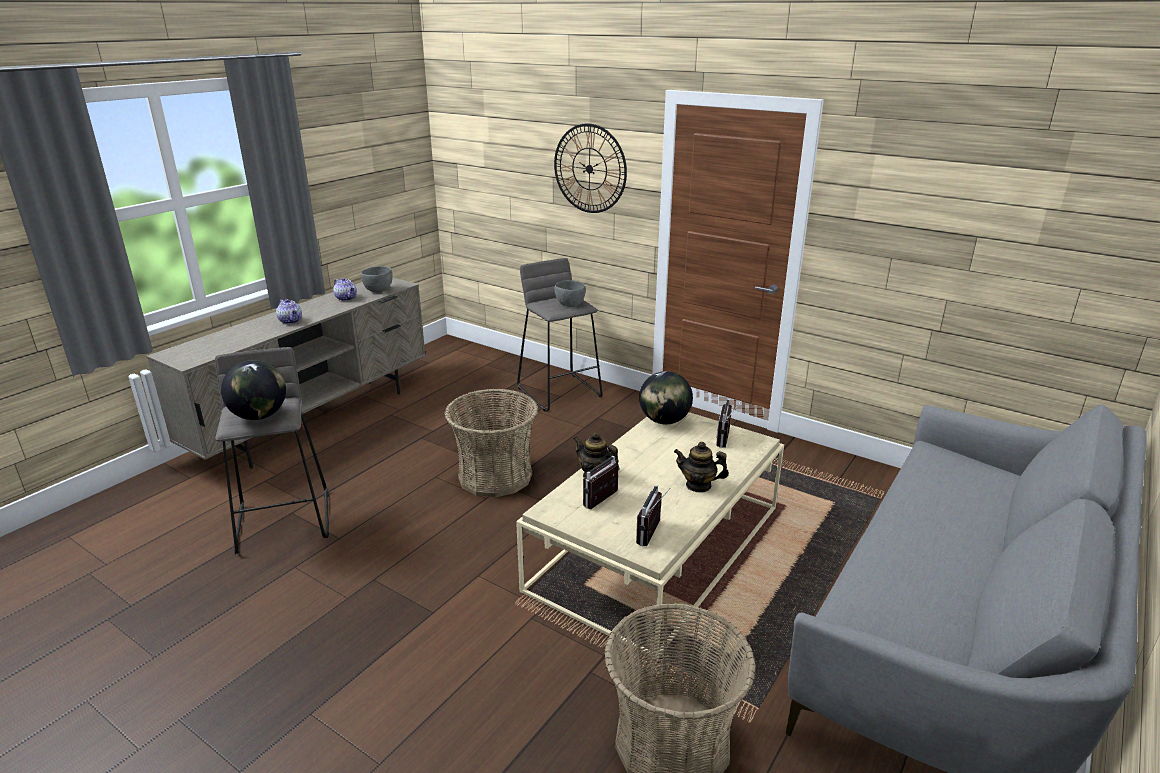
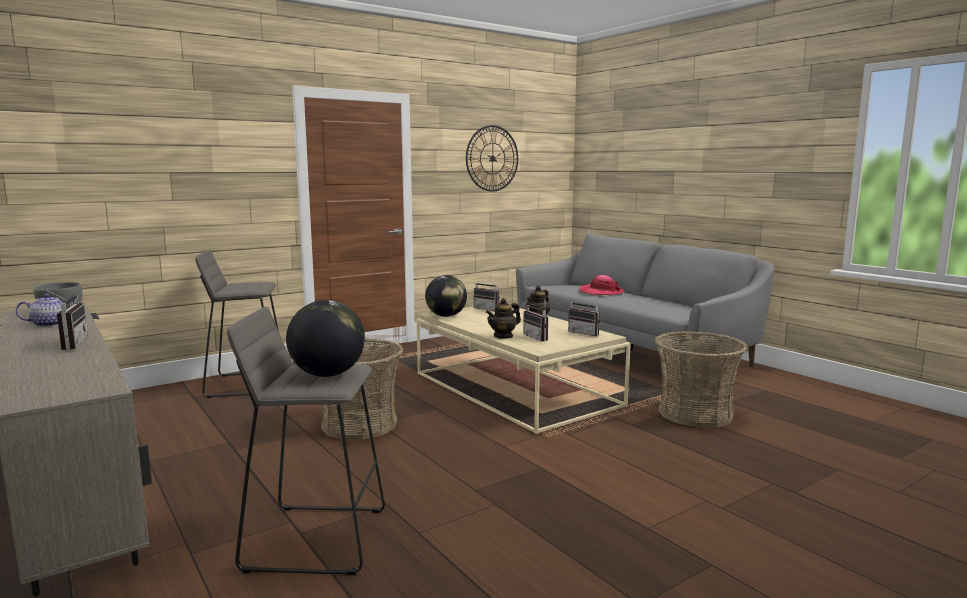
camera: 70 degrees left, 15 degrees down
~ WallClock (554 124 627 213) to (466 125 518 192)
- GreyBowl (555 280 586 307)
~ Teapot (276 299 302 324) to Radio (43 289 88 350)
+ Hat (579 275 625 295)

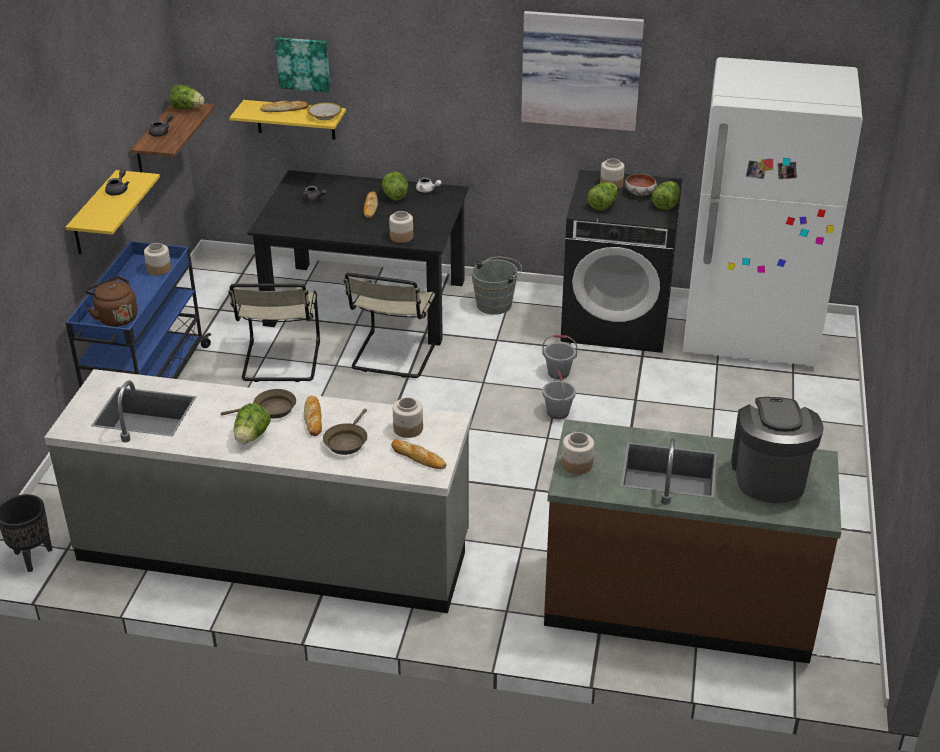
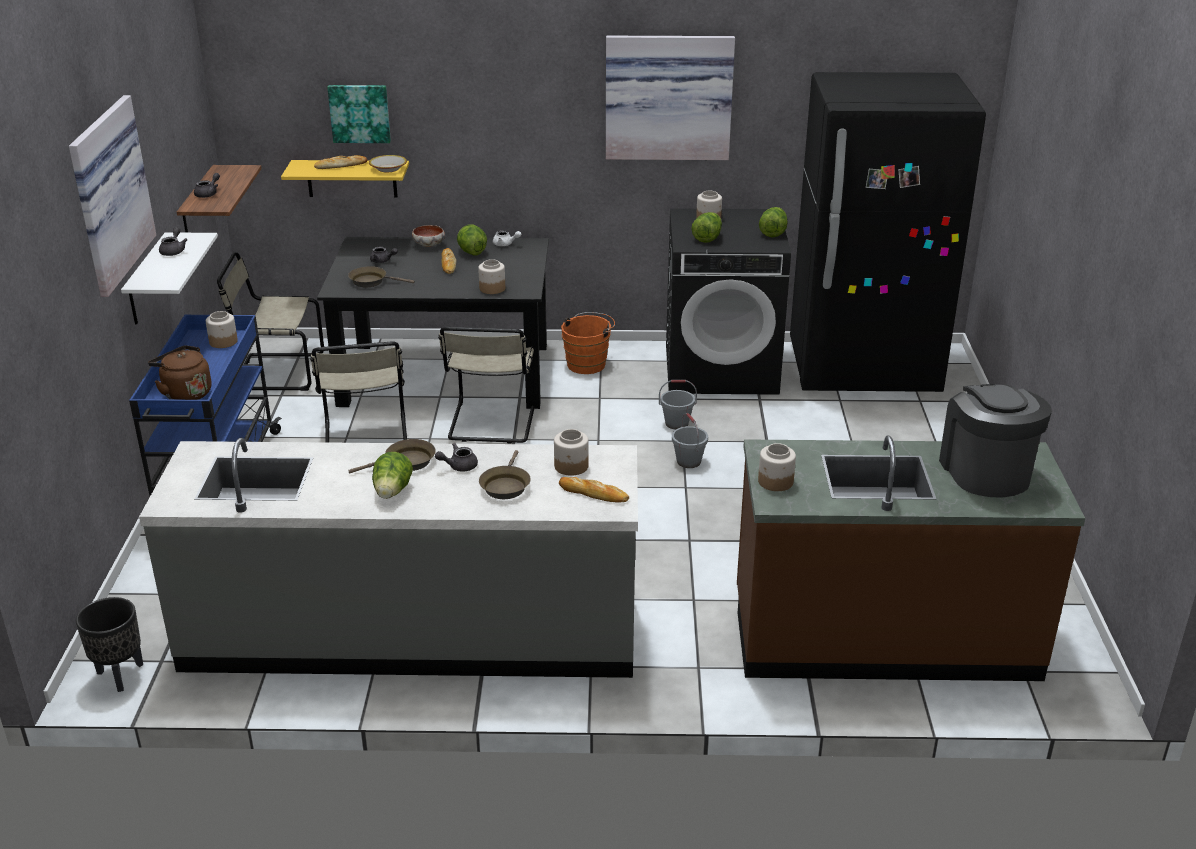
camera: 10 degrees left, 5 degrees down
~ WhiteFridge (683 57 863 366) to BlackFridge (790 72 986 392)
- Lettuce (169 84 204 110)
~ YellowShelf (66 170 160 254) to WhiteShelf (121 232 218 324)
~ Bowl (625 174 657 196) to (412 225 445 247)
~ GreyBucket (472 257 522 315) to OrangeBucket (561 312 615 374)
~ Bread (304 396 322 436) to GreyTeapot (435 443 478 472)
+ Picture (69 95 156 297)
+ BeigeChair (217 252 324 391)
+ BrownFryingPan (348 266 415 287)

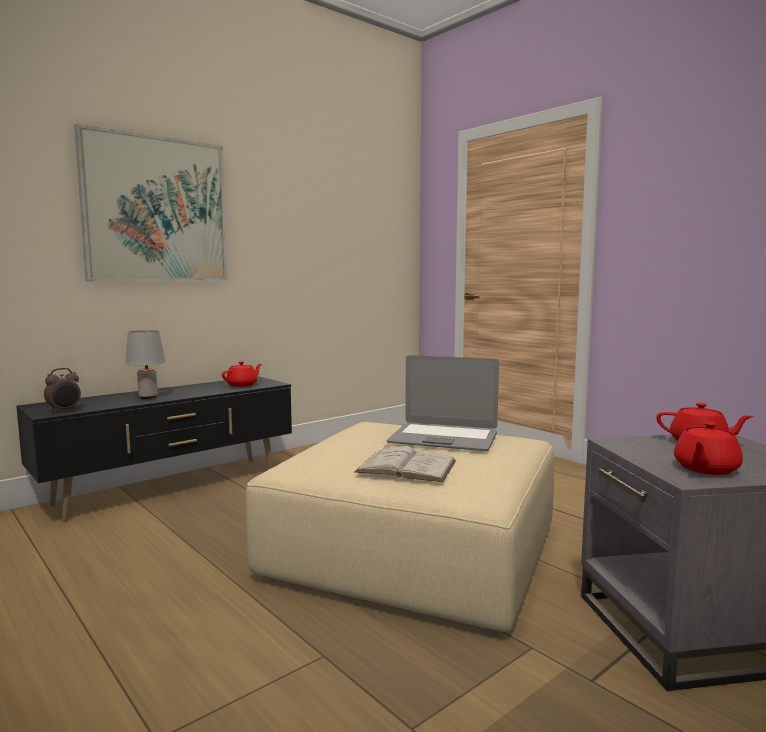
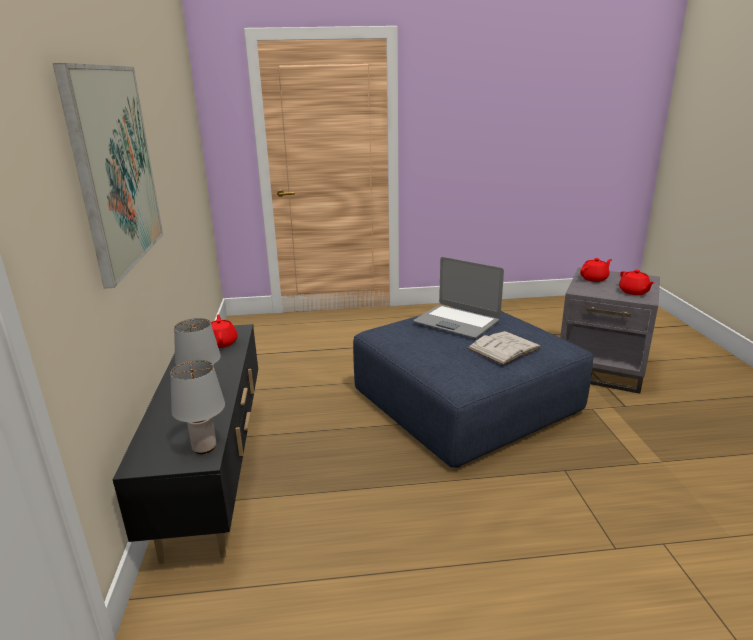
camera: 55 degrees left, 15 degrees up
~ Laptop (387 355 499 451) = (413 257 504 338) 75 degrees clockwise
~ AlarmClock (44 368 81 413) to GreyTableLamp (170 360 225 454)
~ BeigeOttoman (246 422 554 634) to BlueOttoman (353 307 593 468)

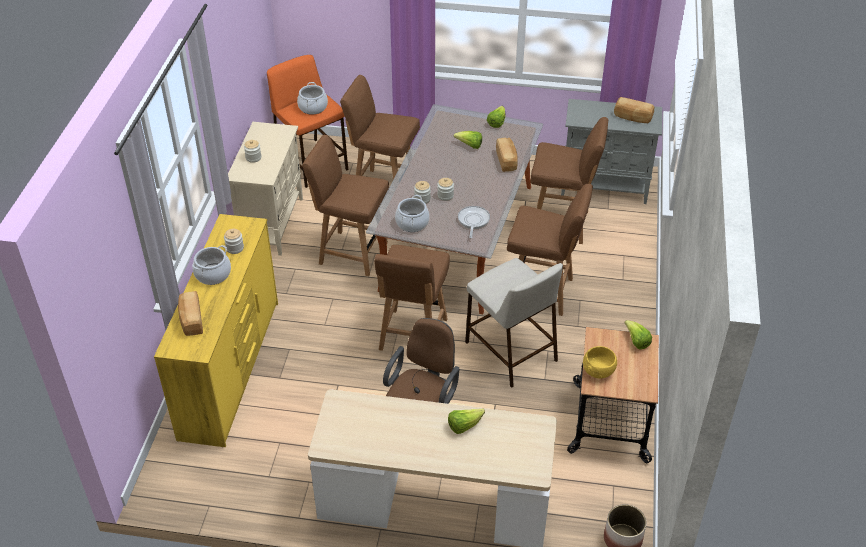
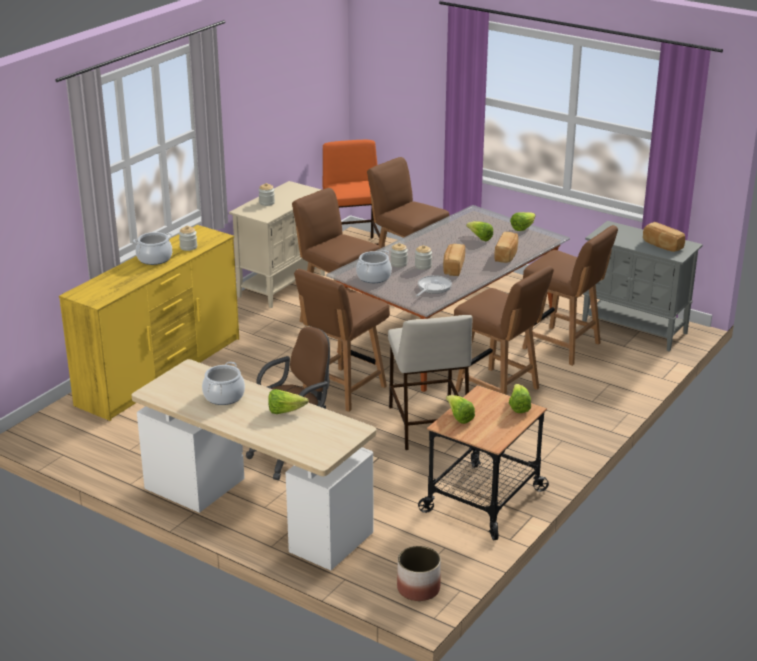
camera: 25 degrees right, 15 degrees down
~ CookingPot (297 82 328 115) to (202 362 245 405)
~ Bread (178 291 203 336) to (443 244 465 276)
~ YellowBowl (583 346 617 379) to Lettuce (446 395 475 424)

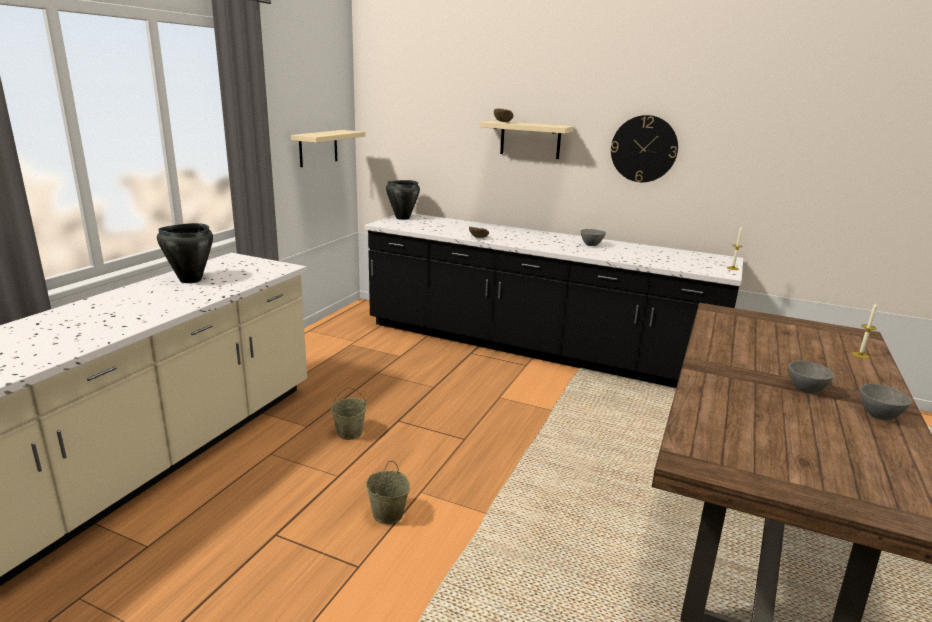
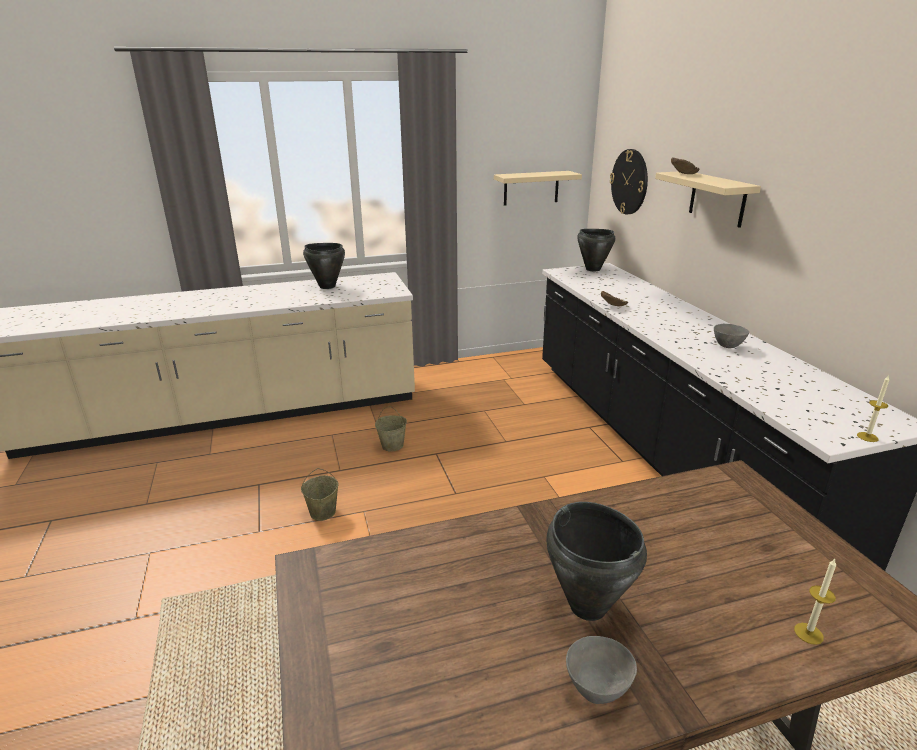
camera: 50 degrees right, 5 degrees up
~ WallClock (611 115 678 182) to (610 149 648 214)
~ GreyBowl (789 361 834 394) to BlackCookingPot (546 502 647 621)

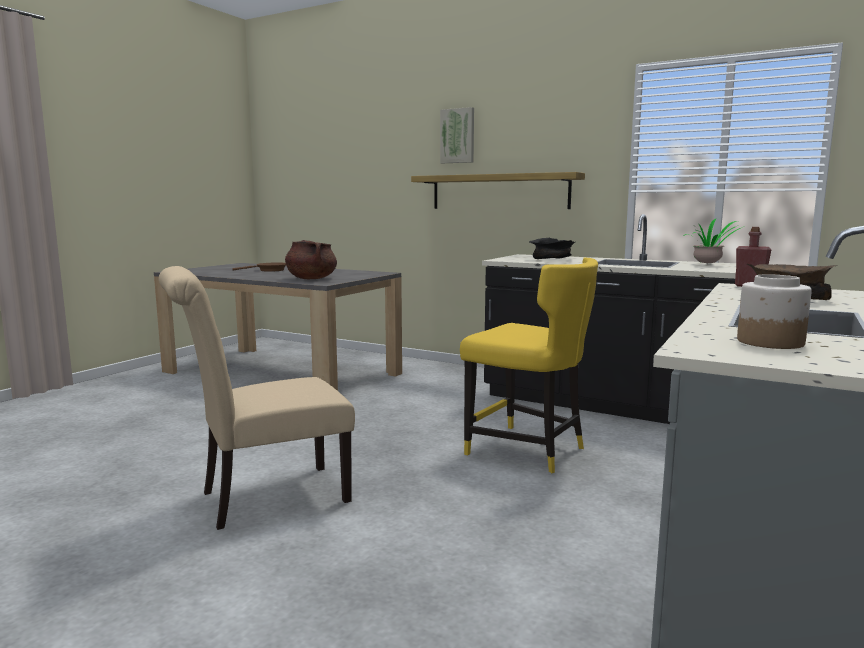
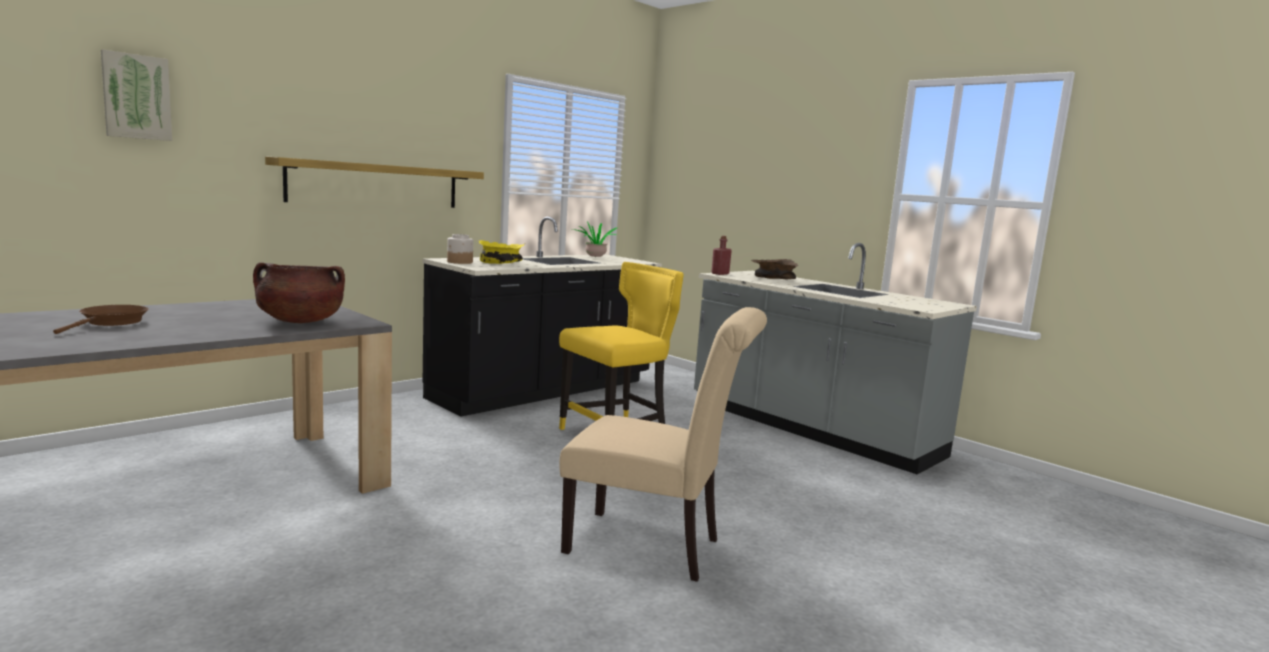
camera: 75 degrees left, 0 degrees up
~ Picture (440 107 474 163) to (101 49 172 141)
~ BlackBowl (529 238 575 259) to YellowBowl (479 240 524 264)
~ BeigeChair (159 266 355 530) = (559 307 767 582) 60 degrees counterclockwise
~ Jar (737 274 812 349) to (447 234 473 264)

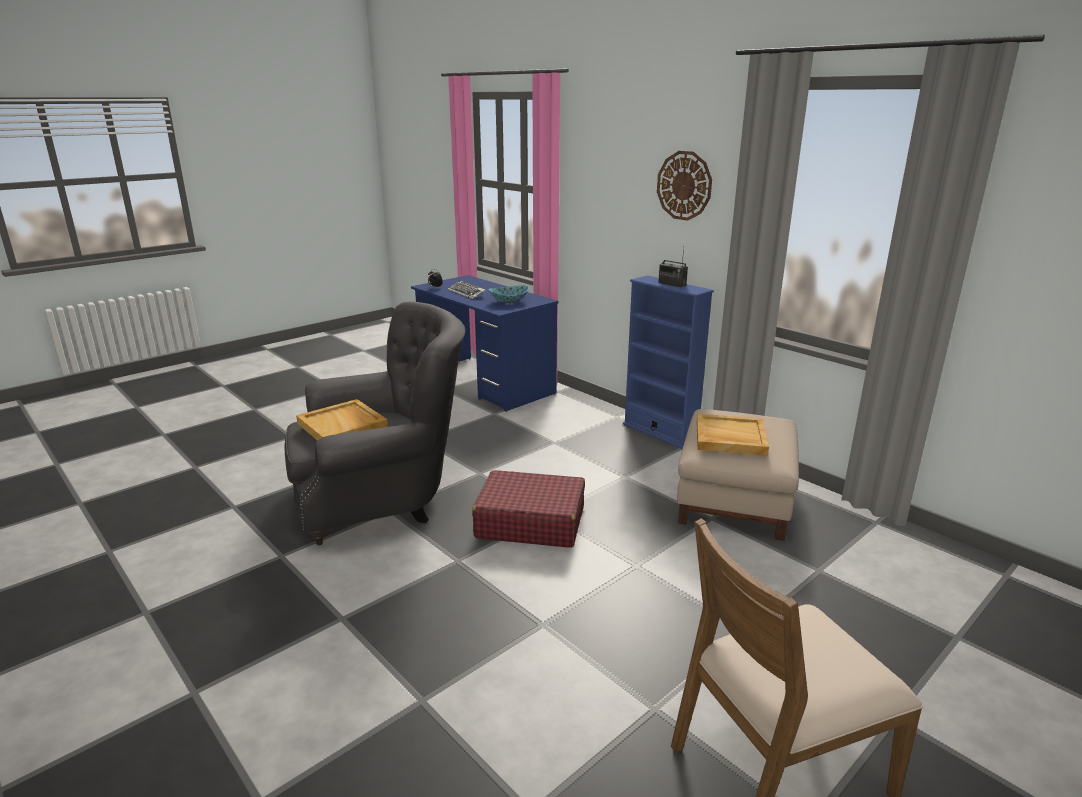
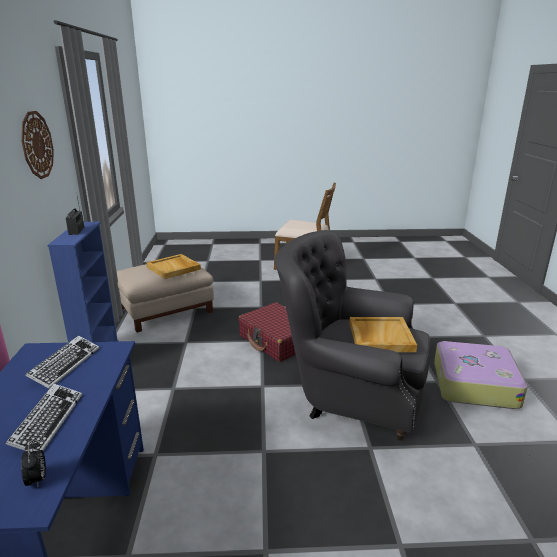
camera: 140 degrees left, 0 degrees up
~ Bowl (489 285 529 303) to Keyboard (25 335 99 389)
+ Suitcase (434 341 528 409)

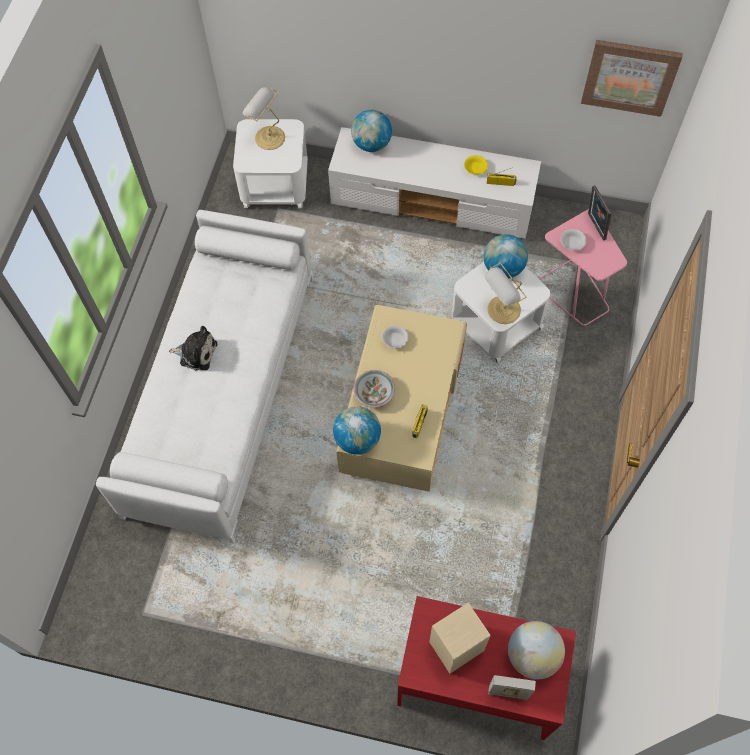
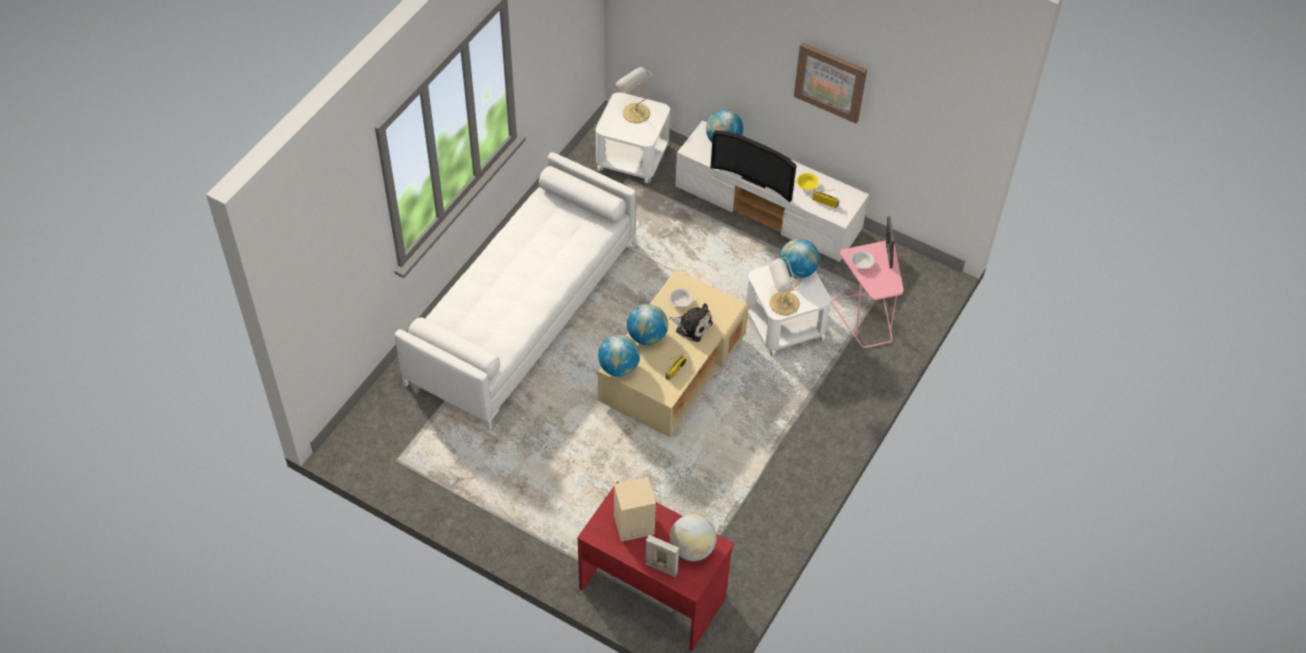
camera: 15 degrees right, 10 degrees down
~ Picture (581 40 683 117) to (794 42 867 123)
~ PlushToy (169 326 217 370) to (669 303 713 342)
~ Bowl (353 370 395 408) to Globe (627 304 668 345)
+ Television (710 130 796 203)

